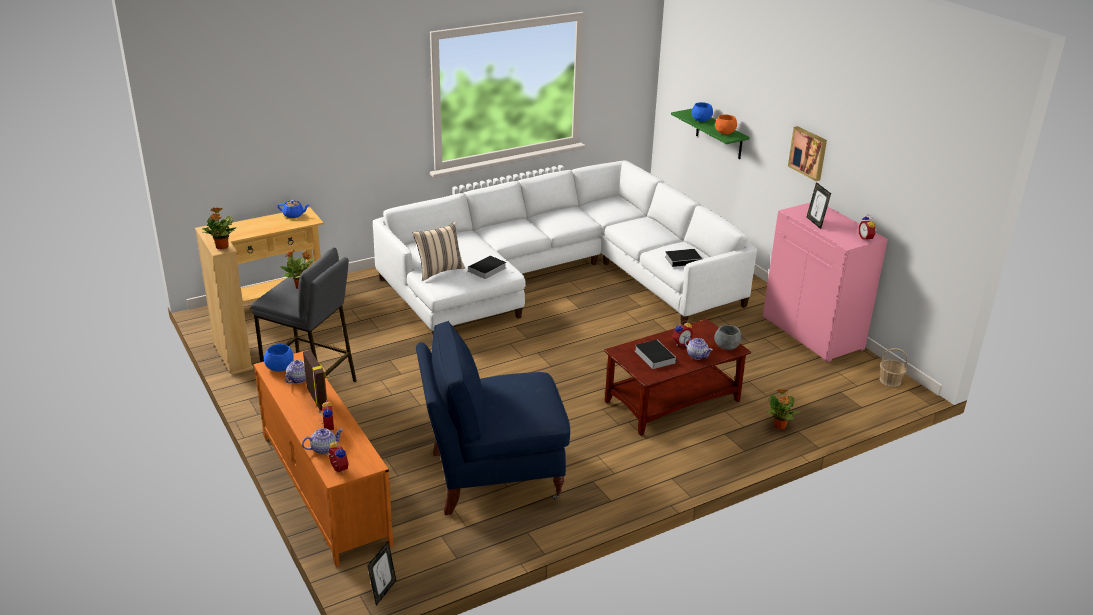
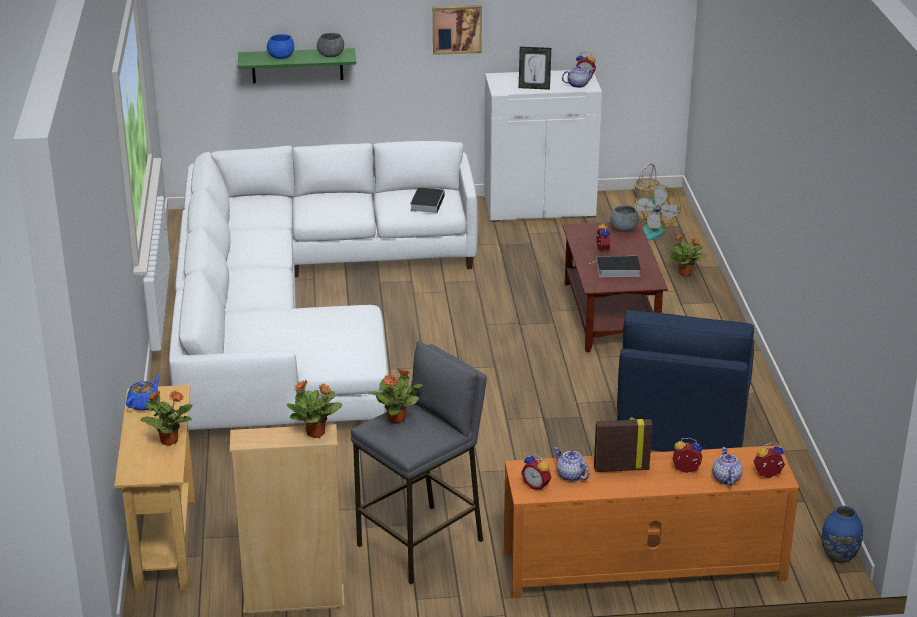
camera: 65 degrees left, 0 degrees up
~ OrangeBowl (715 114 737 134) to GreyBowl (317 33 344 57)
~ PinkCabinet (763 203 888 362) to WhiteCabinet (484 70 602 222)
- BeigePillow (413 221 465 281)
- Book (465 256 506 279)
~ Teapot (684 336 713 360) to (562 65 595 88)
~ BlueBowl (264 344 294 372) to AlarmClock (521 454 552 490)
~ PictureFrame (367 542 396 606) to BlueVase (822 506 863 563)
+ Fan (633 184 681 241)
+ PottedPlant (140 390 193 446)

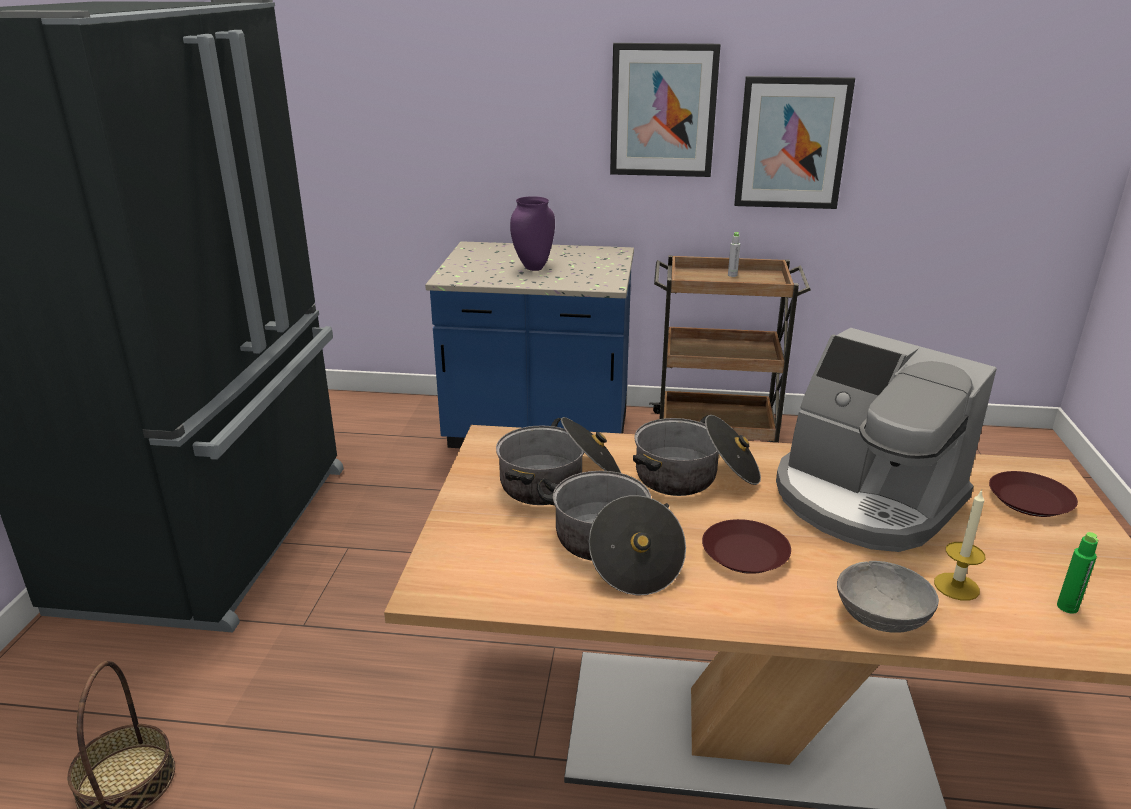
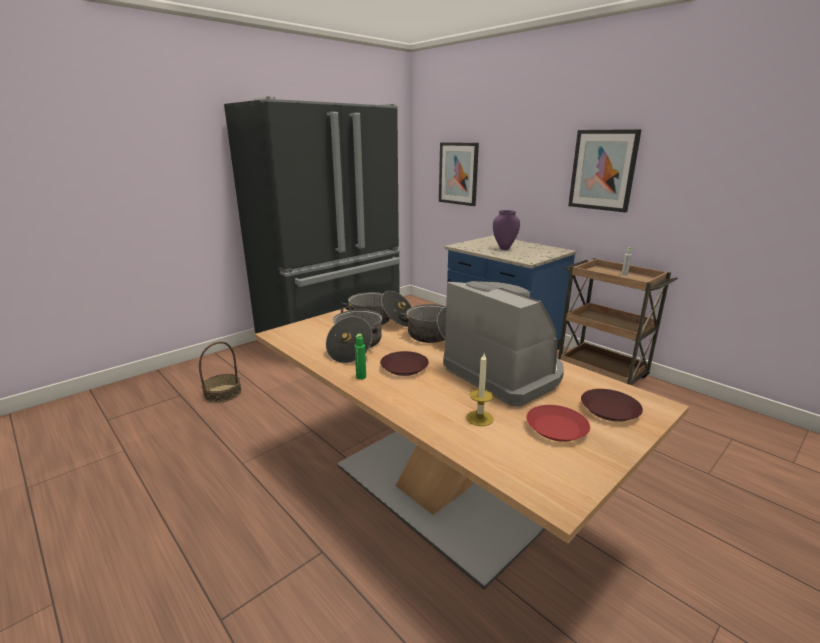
camera: 40 degrees right, 5 degrees down
~ Picture (734 76 855 209) to (439 142 479 206)
~ CoffeeMachine (776 328 997 552) = (443 281 564 406) 150 degrees clockwise
~ GreenBottle (1057 532 1099 614) to (355 334 366 380)
- GreyBowl (837 561 939 632)
+ RedPlate (526 405 590 442)

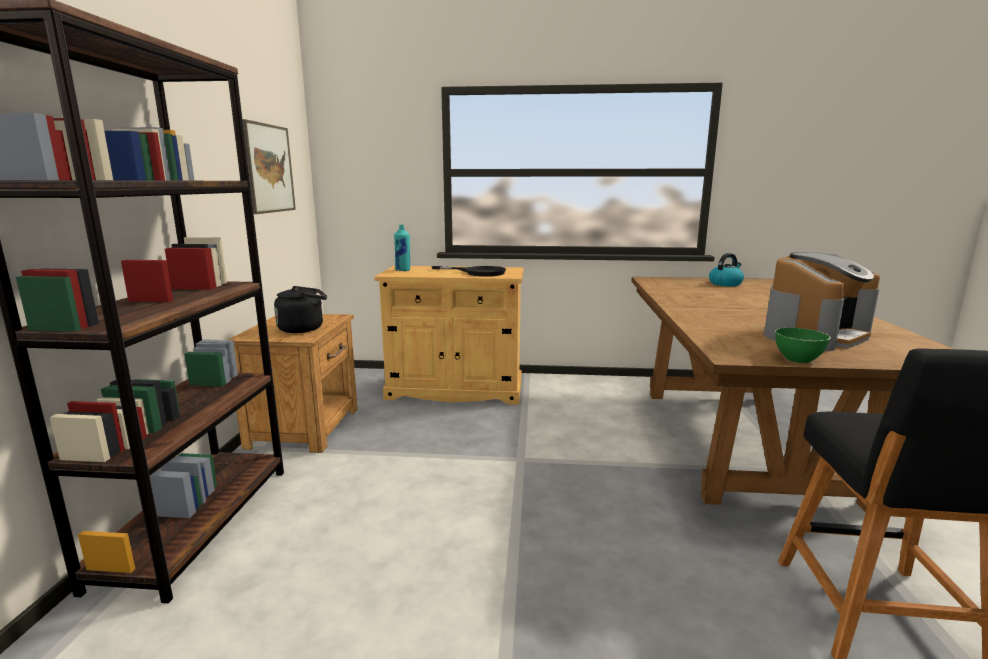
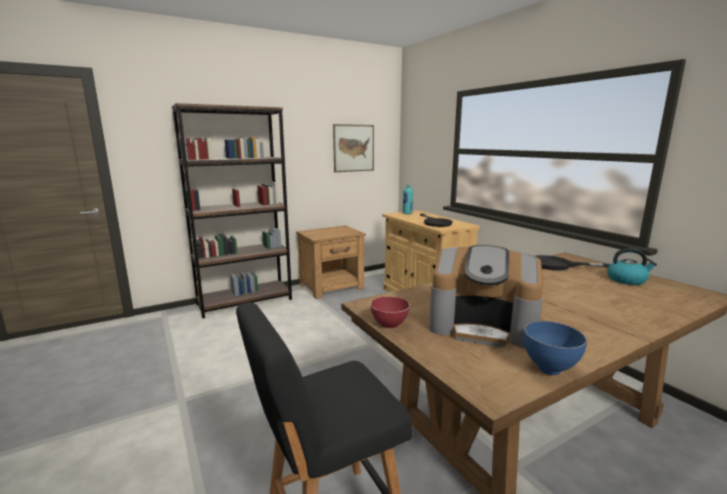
camera: 55 degrees right, 0 degrees up
- BlackKettle (274 286 327 333)
~ GreenBowl (775 328 831 363) to RedBowl (370 296 410 328)
+ BlackFryingPan (535 255 610 271)
+ BlueBowl (523 321 587 375)

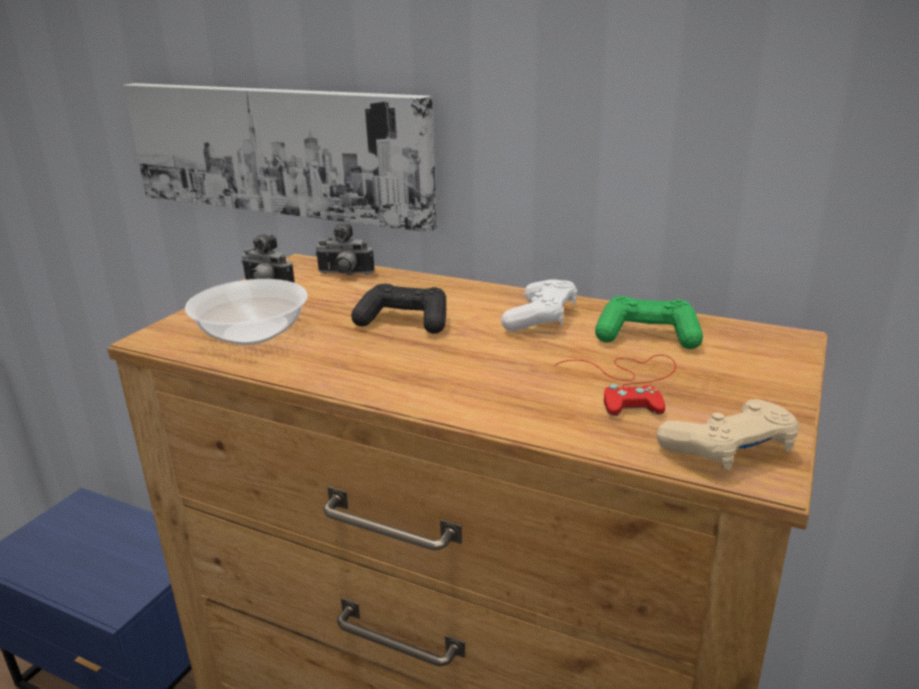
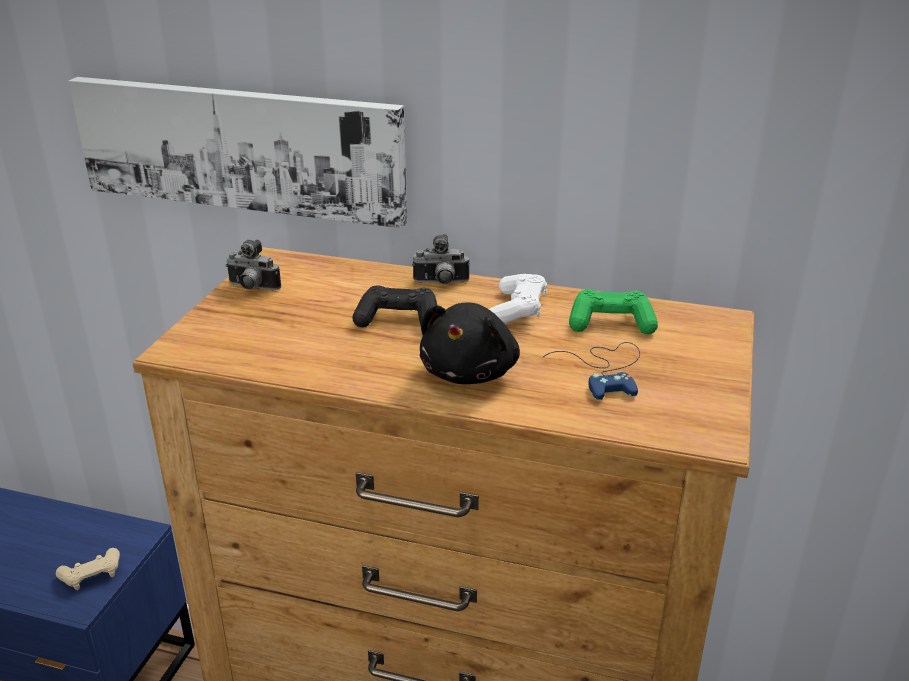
camera: 10 degrees left, 5 degrees up
~ PhotoCamera (315 223 375 275) to (412 234 470 284)
- Bowl (185 279 308 345)
~ RedGameController (555 355 676 416) to BlueGameController (542 342 640 400)
~ BeigeGameController (656 399 799 470) to (56 548 120 590)
+ BlackPlushToy (420 303 520 384)

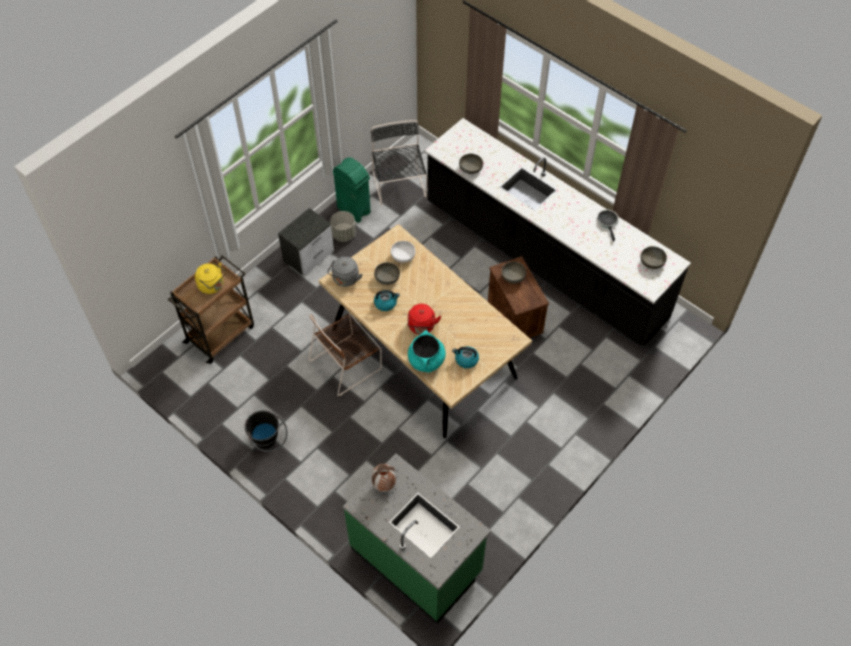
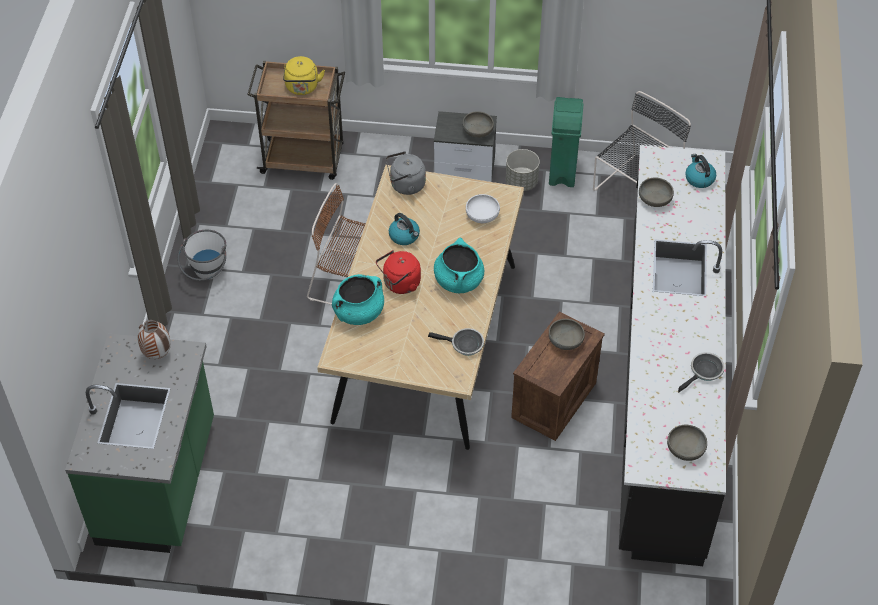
camera: 55 degrees right, 5 degrees down
~ GreyBowl (374 262 400 285) to (462 111 494 138)
~ Kettle (452 346 479 369) to (685 154 716 188)
~ BlackBucket (245 410 288 452) to WhiteBucket (177 230 226 281)
+ TurquoiseCookingPot (434 238 484 293)
+ FryingPan (428 328 484 356)

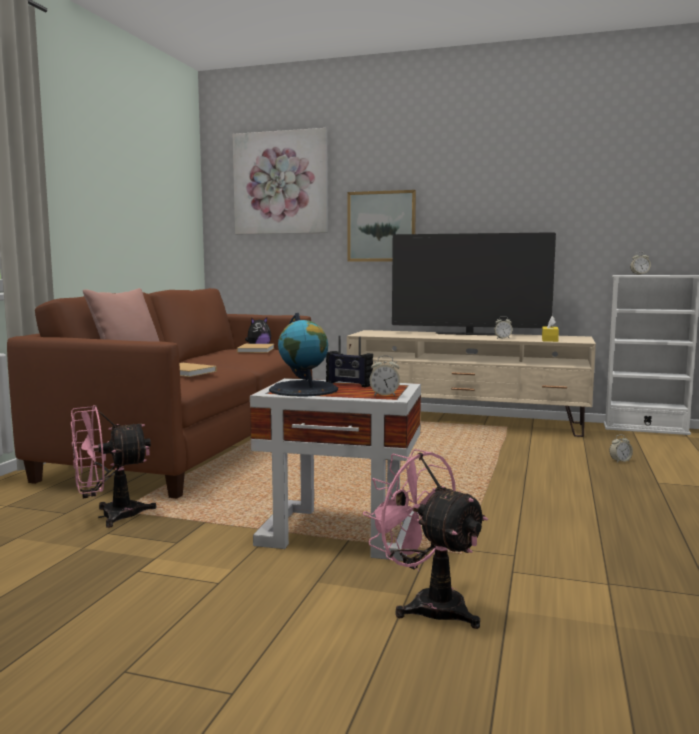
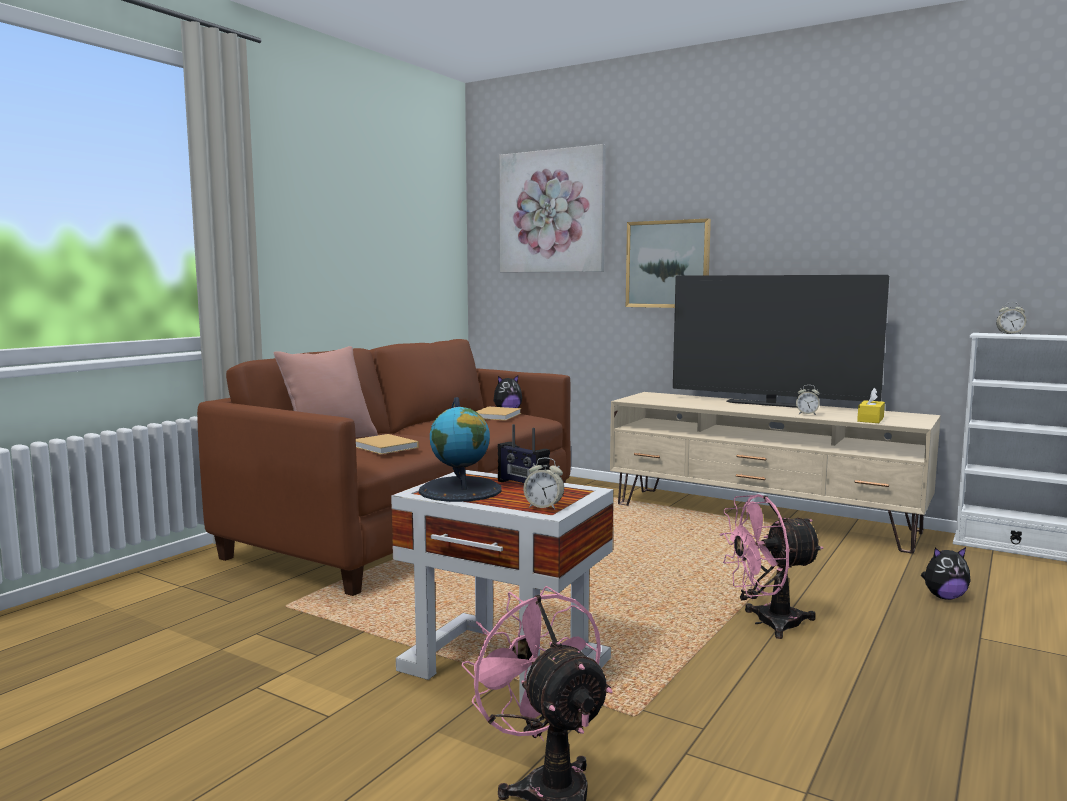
camera: 15 degrees right, 0 degrees up
~ PinkFan (71 405 157 528) to (719 494 823 639)
~ AlarmClock (609 435 633 462) to PlushToy (921 547 971 600)

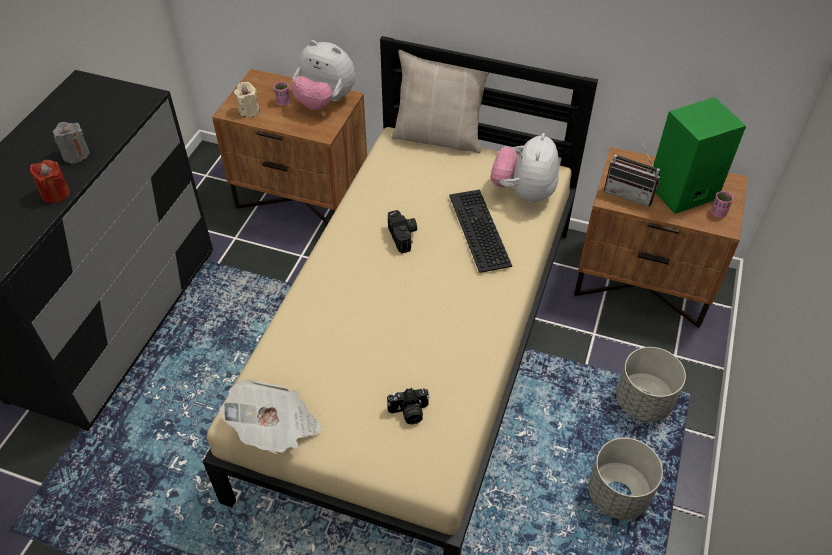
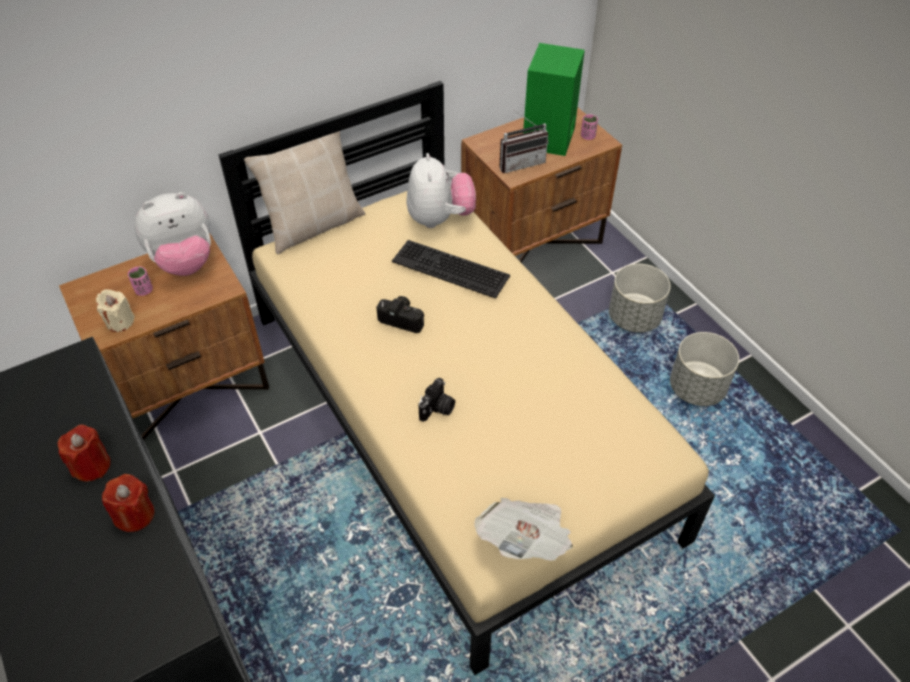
camera: 50 degrees left, 0 degrees up
~ GreyCandle (53 122 90 164) to RedCandle (58 425 111 482)
~ PlushToy (491 133 559 203) = (407 153 476 228) 150 degrees counterclockwise
~ PhotoCamera (387 388 429 424) to (418 378 455 422)

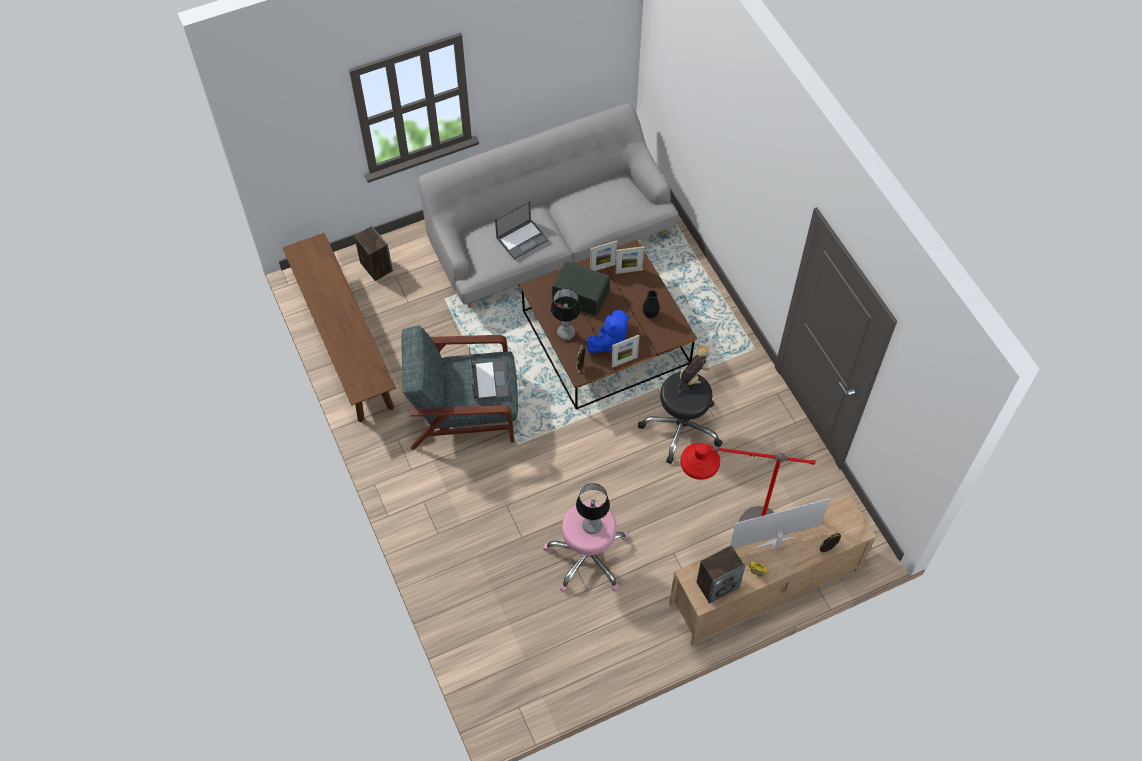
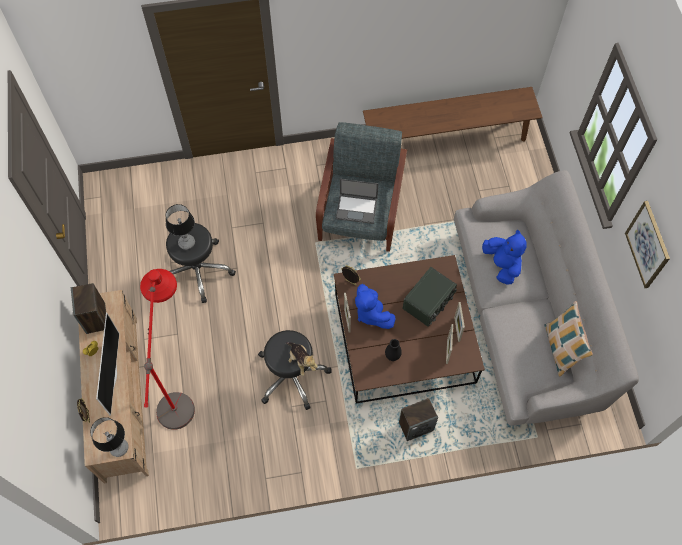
camera: 105 degrees right, 5 degrees up
~ Laptop (495 201 549 260) to BluePlushToy (482 230 527 285)
~ Speaker (354 226 393 281) to (399 398 438 441)
~ TableLamp (551 288 581 340) to (90 417 128 457)
~ PinkStool (543 502 629 592) to BlackStool (166 223 236 303)
+ Picture (625 201 670 288)
+ Pillow (544 301 593 376)

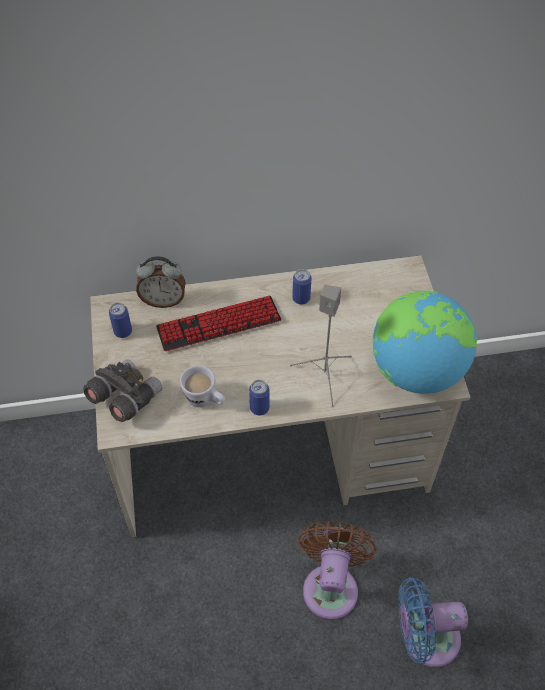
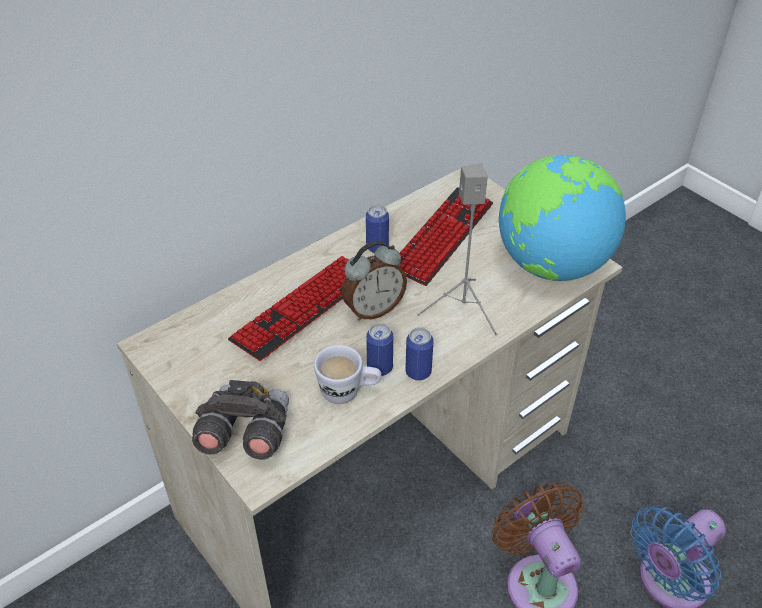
camera: 30 degrees left, 10 degrees down
~ AlarmClock (136 256 185 308) to (342 241 407 321)
~ Can (109 302 132 338) to (366 323 393 376)
+ Keyboard (398 187 493 286)

